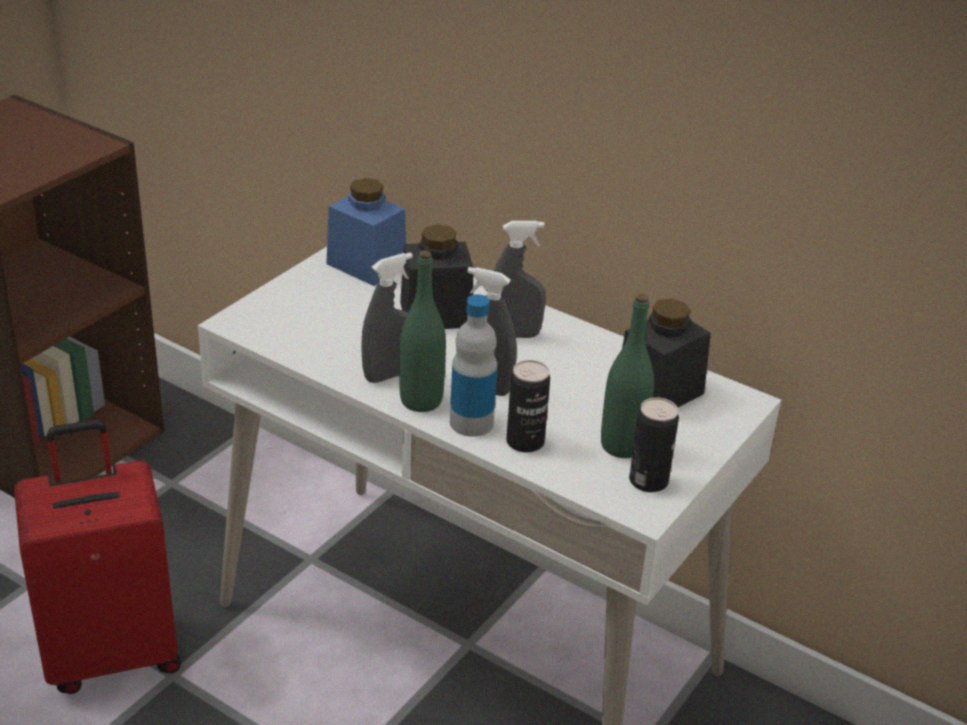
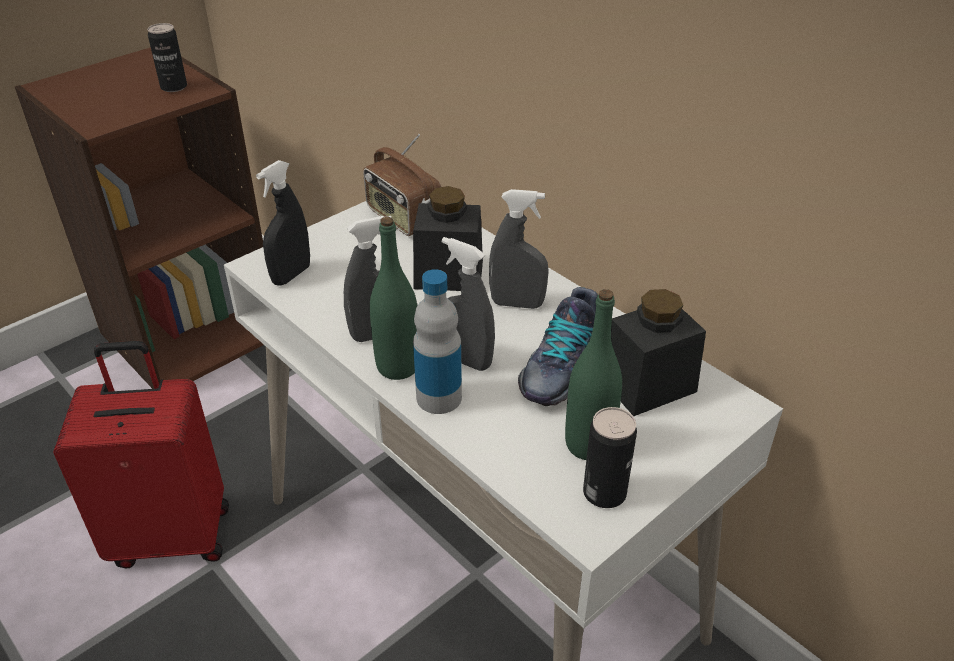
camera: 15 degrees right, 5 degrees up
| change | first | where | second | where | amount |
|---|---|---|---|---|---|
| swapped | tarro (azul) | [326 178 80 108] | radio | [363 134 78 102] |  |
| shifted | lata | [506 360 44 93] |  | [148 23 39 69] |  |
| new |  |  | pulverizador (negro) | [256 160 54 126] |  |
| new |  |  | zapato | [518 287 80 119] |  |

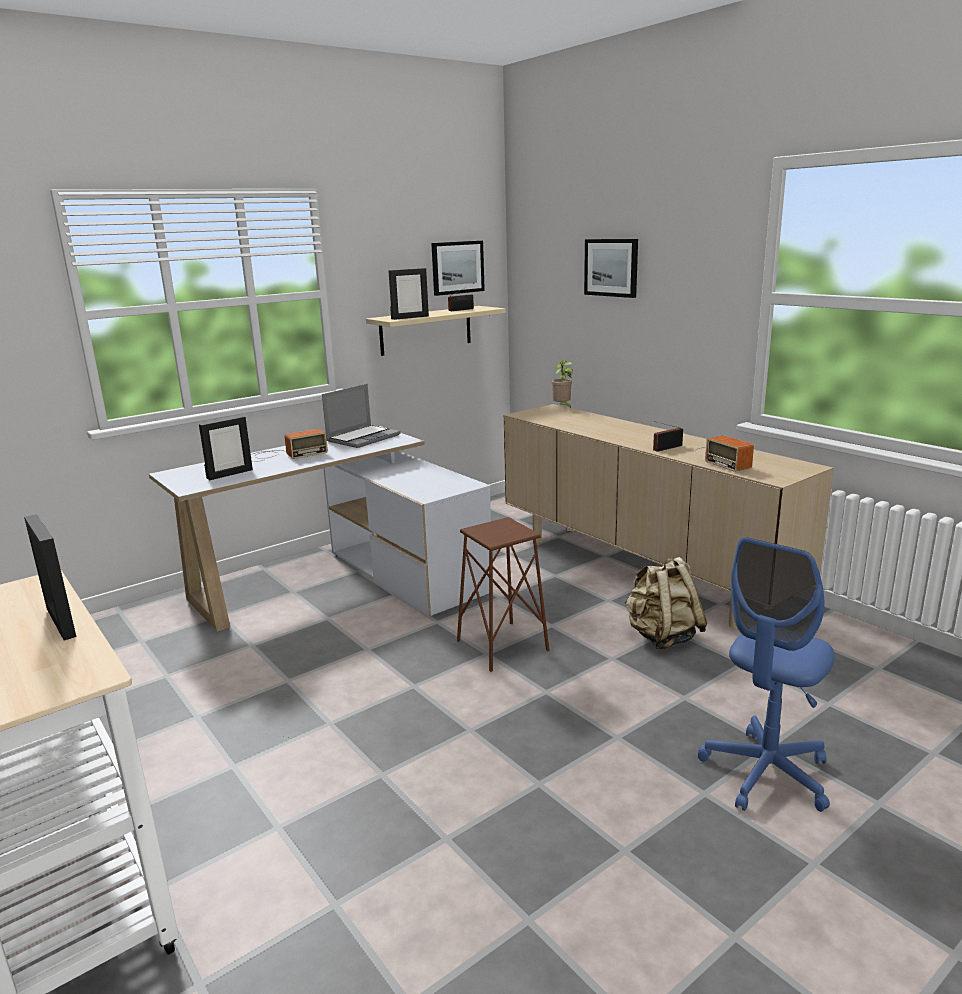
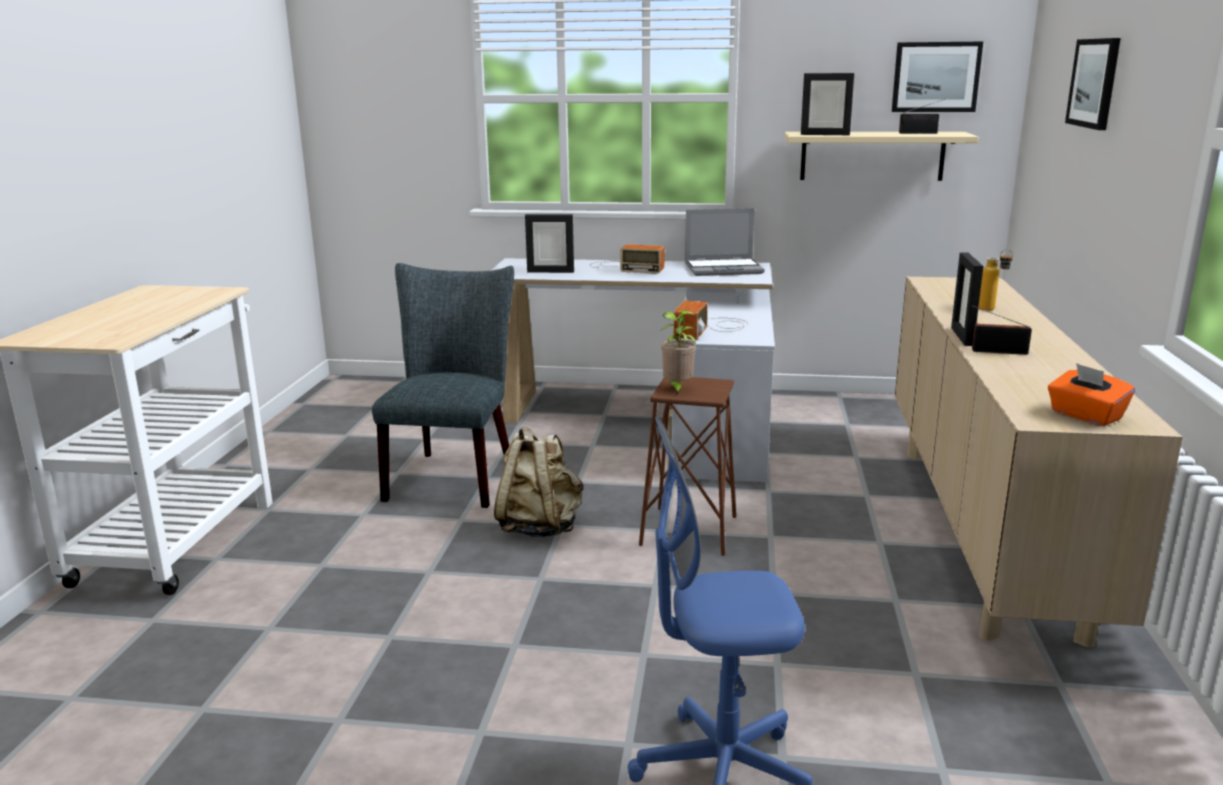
camera: 45 degrees right, 0 degrees up
| change | first | where | second | where | amount |
|---|---|---|---|---|---|
| shifted | planta en maceta | [552 360 21 48] |  | [659 310 38 86] |  |
| shifted | radio | [694 435 60 37] |  | [674 301 74 38] |  |
| shifted | portarretratos | [24 514 52 127] |  | [951 253 32 93] |  |
| shifted | mochila (beis) | [625 557 82 92] |  | [494 426 89 111] |  |
| new |  |  | botella | [979 249 34 62] |  |
| new |  |  | silla (gris) | [372 263 142 245] |  |
| new |  |  | caja de pañuelos (naranja) | [1048 363 87 63] |  |

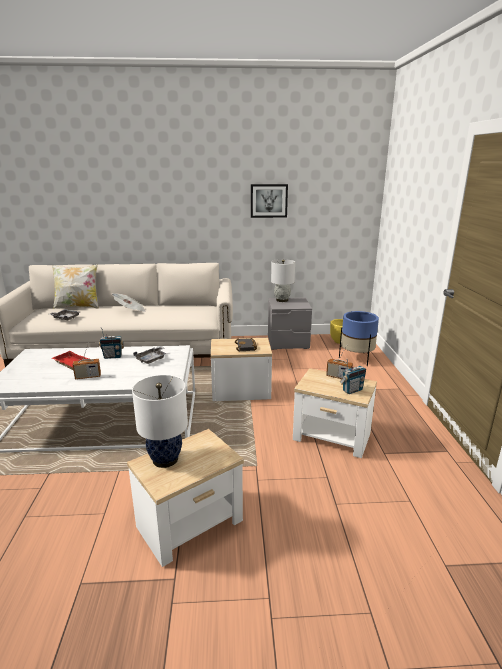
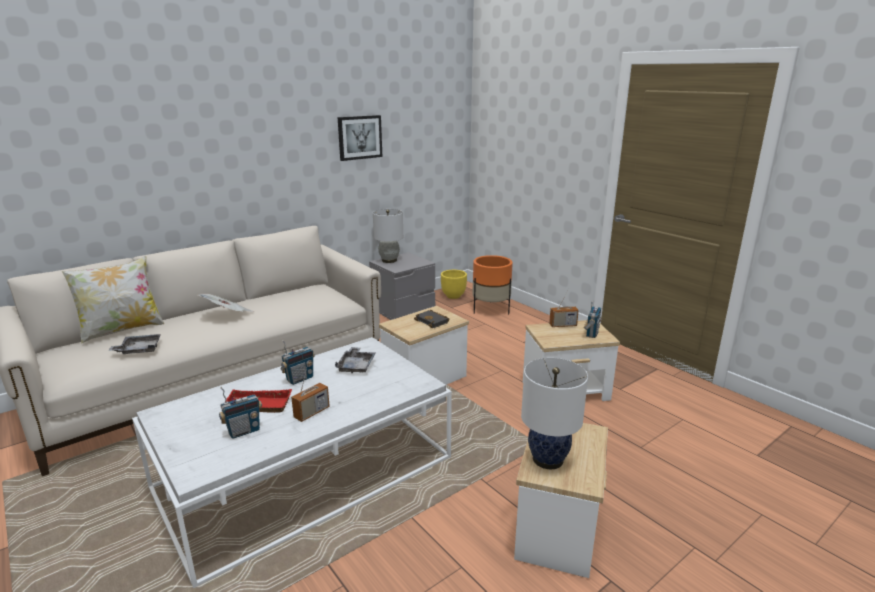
camera: 35 degrees left, 0 degrees up
| change | first | where | second | where | amount |
|---|---|---|---|---|---|
| repainted | maceta (azul) | [339 311 40 55] | maceta (naranja) | [472 255 41 59] |  |
| new |  |  | radio | [219 387 43 52] |  |

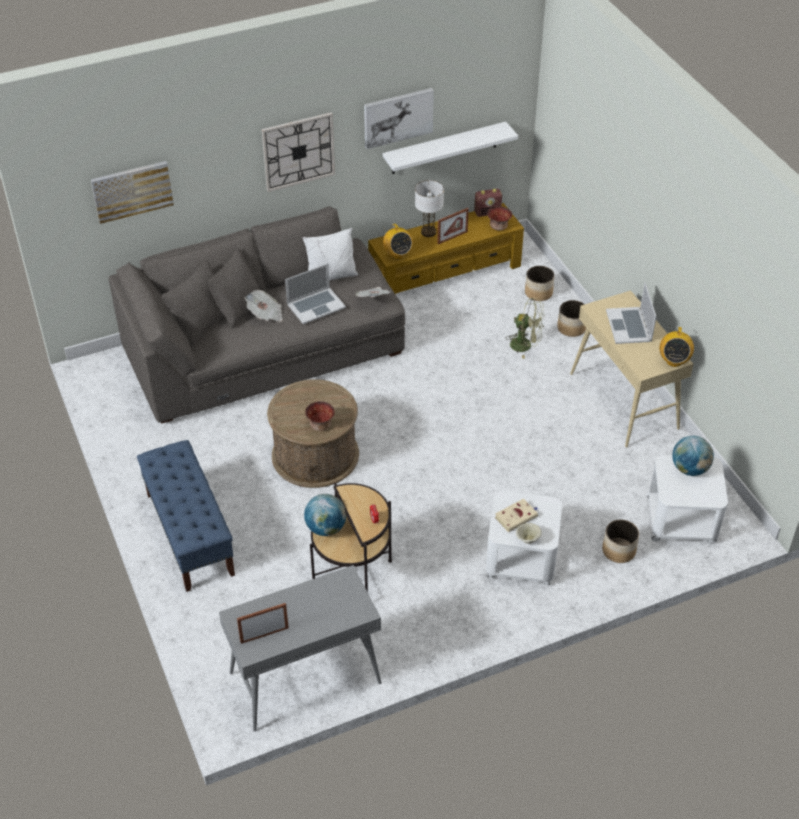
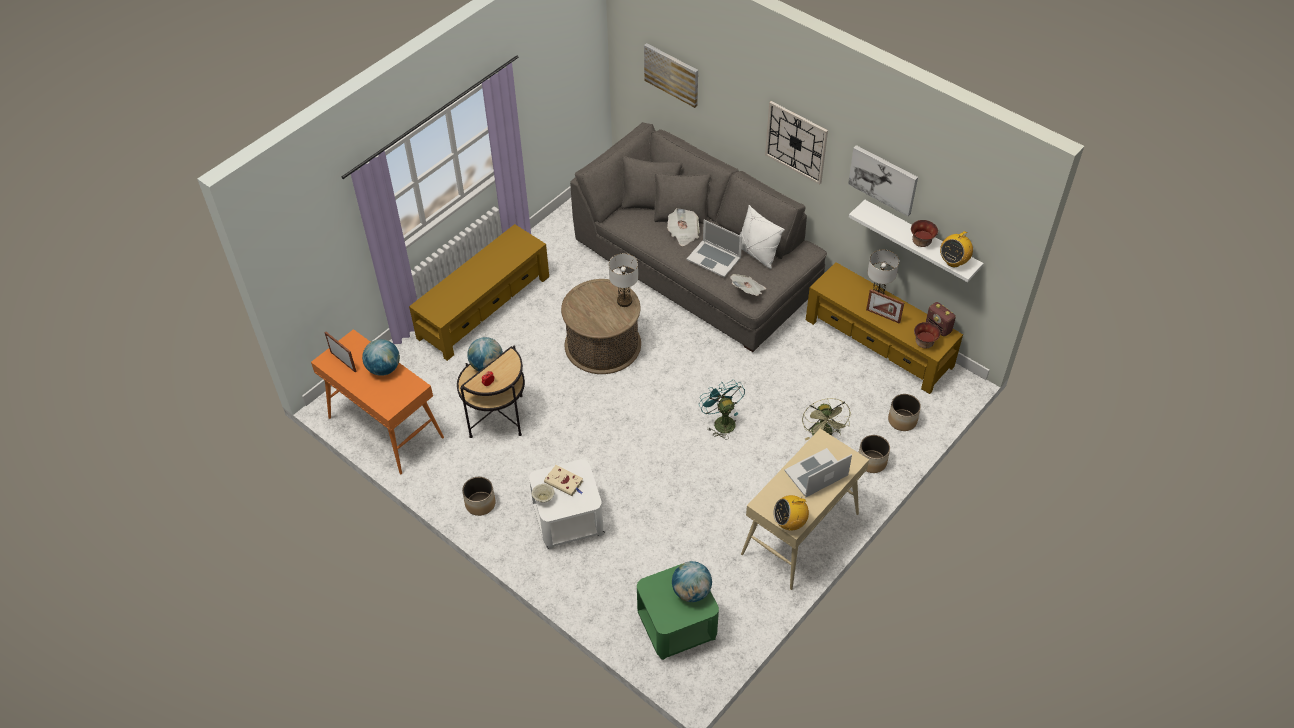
camera: 65 degrees right, 5 degrees up
| change | first | where | second | where | amount |
|---|---|---|---|---|---|
| shifted | radio | [383 224 30 35] |  | [940 227 33 40] |  |
| shifted | cuenco | [305 401 30 30] |  | [911 220 27 27] |  |
| swapped | banco (azul) | [137 440 98 152] | mueble de televisión (amarillo) | [409 224 140 137] |  |
| repainted | mesa auxiliar (blanco) | [647 455 81 89] | mesa auxiliar (verde) | [637 564 82 96] |  |
| shifted | maceta | [602 520 37 43] |  | [462 477 33 39] |  |
| repainted | mesa consola (gris) | [219 565 162 166] | mesa consola (naranja) | [311 329 133 145] |  |
| new |  |  | lámpara de mesa | [609 253 29 54] |  |
| new |  |  | globo terráqueo | [362 339 38 37] |  |
| new |  |  | ventilador (turquesa) | [699 379 46 61] |  |

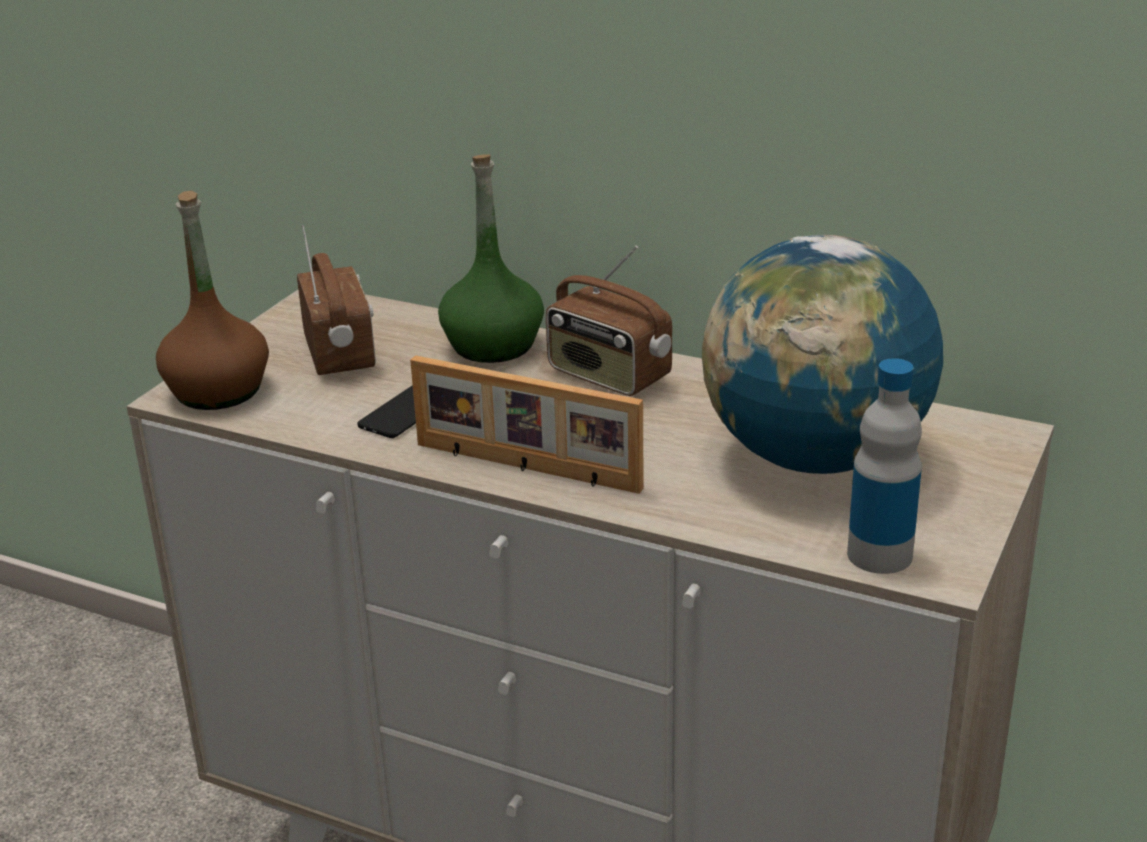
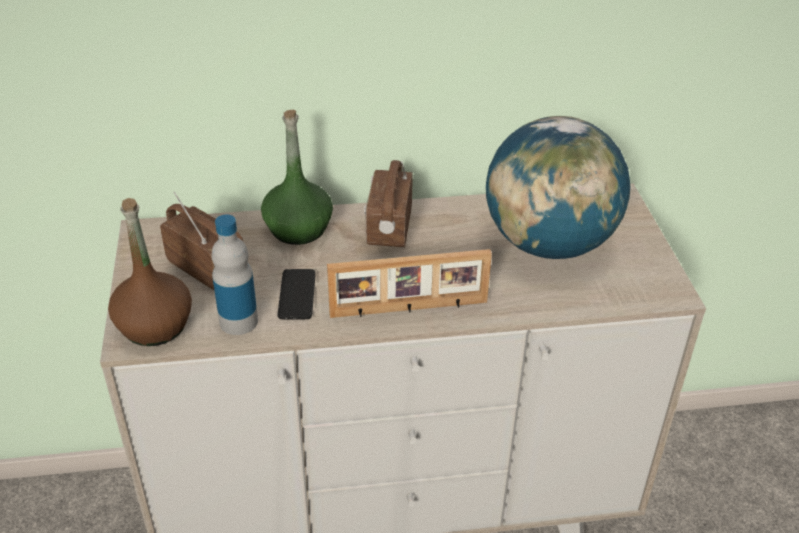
camera: 35 degrees left, 10 degrees up
| change | first | where | second | where | amount |
|---|---|---|---|---|---|
| rotated | radio | [546 246 126 150] |  | [364 160 49 87] | 90 degrees clockwise |
| shifted | botella | [847 358 75 216] |  | [211 214 47 121] |  |

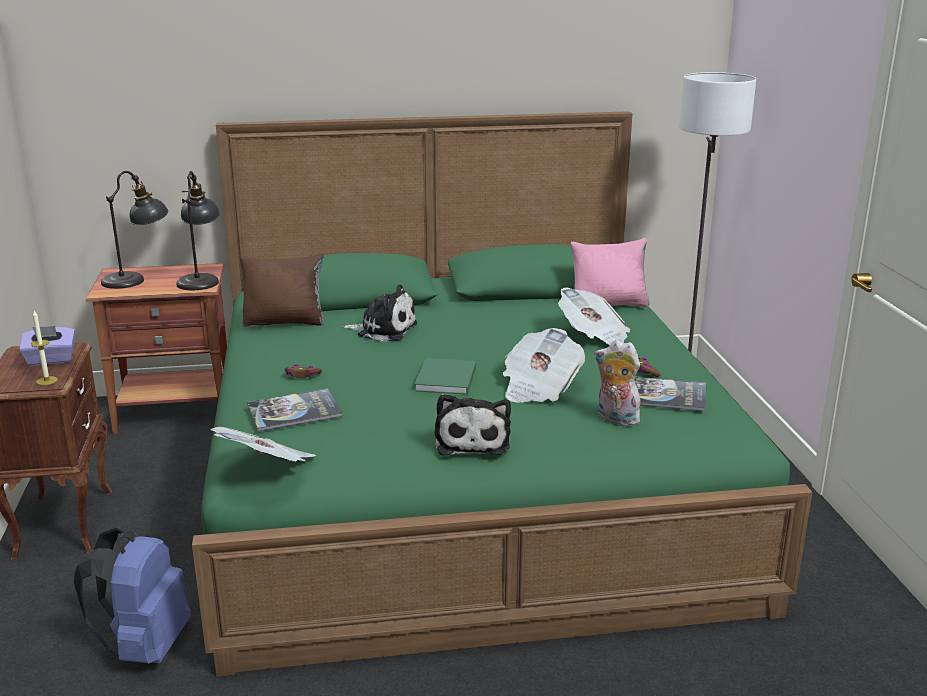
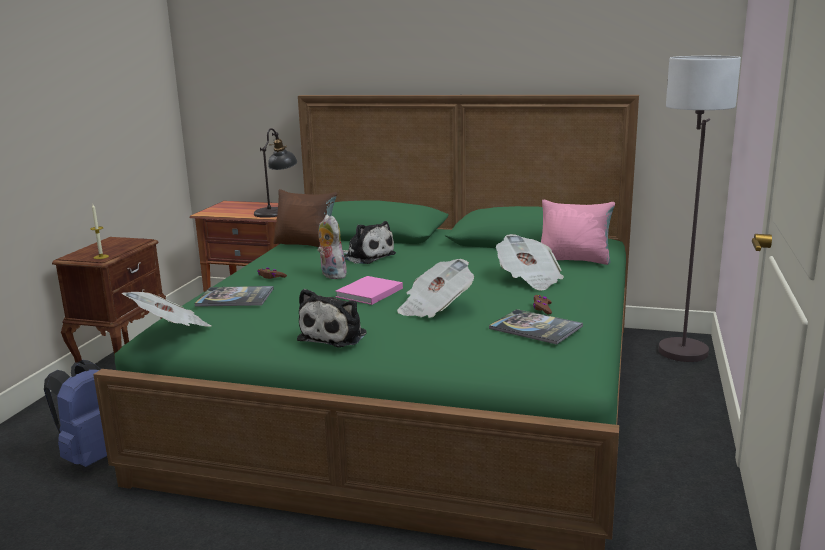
camera: 25 degrees right, 5 degrees down
| change | first | where | second | where | amount |
|---|---|---|---|---|---|
| gone | lámpara de mesa (gris) | [101 171 67 118] |  |  |  |
| gone | caja de pañuelos (morado) | [19 326 56 40] |  |  |  |
| shifted | peluche | [595 340 46 86] |  | [317 214 30 65] |  |
| repainted | libro (verde) | [414 358 62 37] | libro (rosa) | [335 276 68 29] |  |

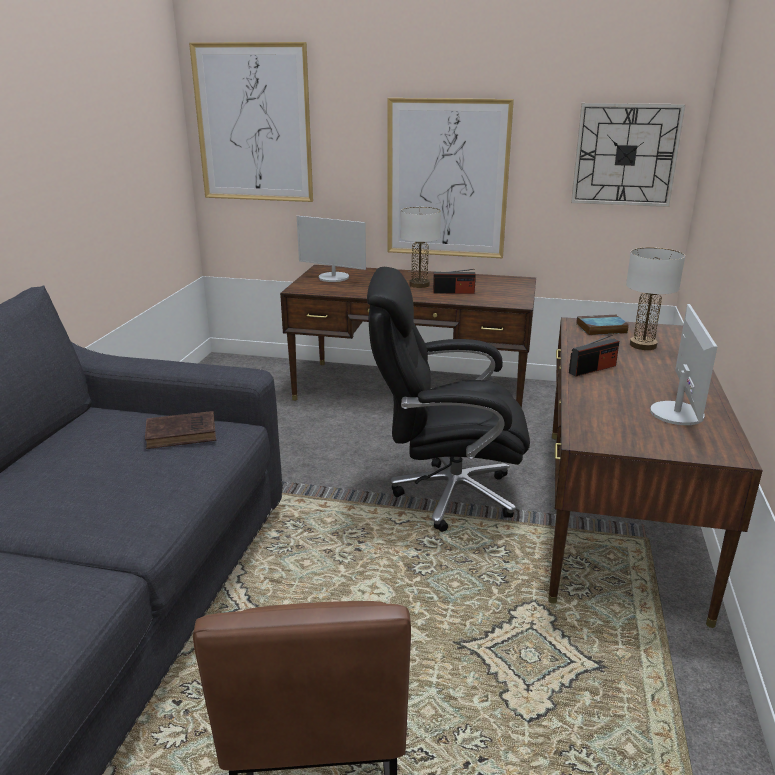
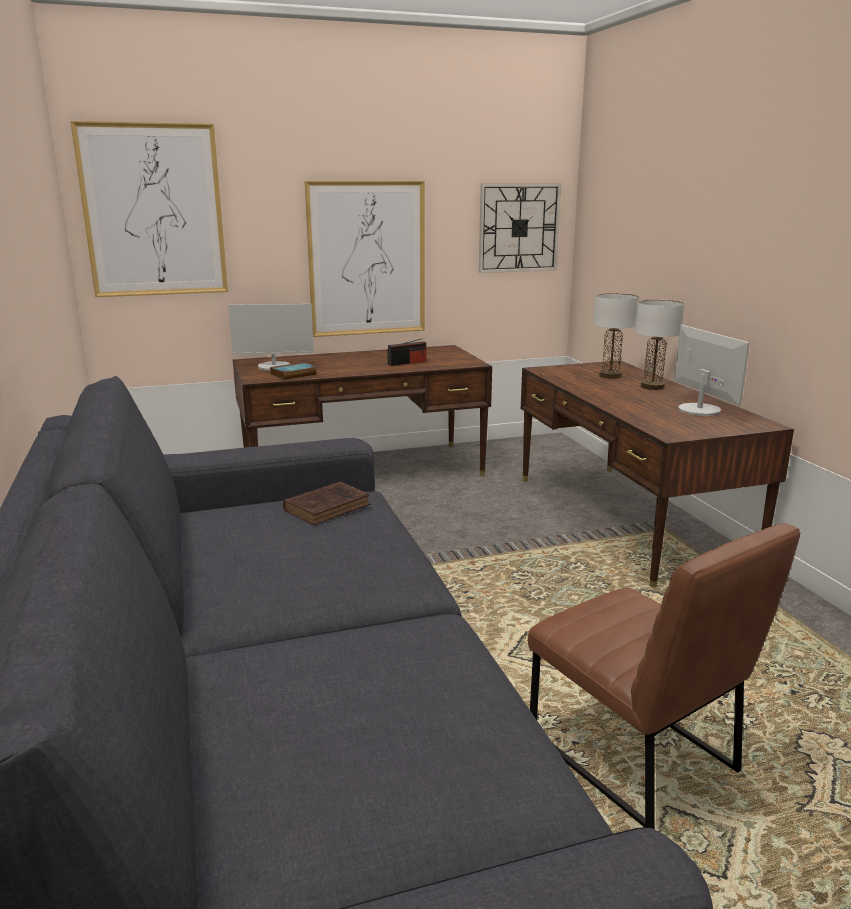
camera: 30 degrees left, 5 degrees down
| change | first | where | second | where | amount |
|---|---|---|---|---|---|
| shifted | lámpara de mesa | [401 207 40 81] |  | [635 299 50 91] |  |
| gone | silla de oficina (negro) | [367 267 163 265] |  |  |  |
| shifted | libro | [576 315 53 20] |  | [270 362 47 18] |  |
| gone | radio | [569 334 50 43] |  |  |  |

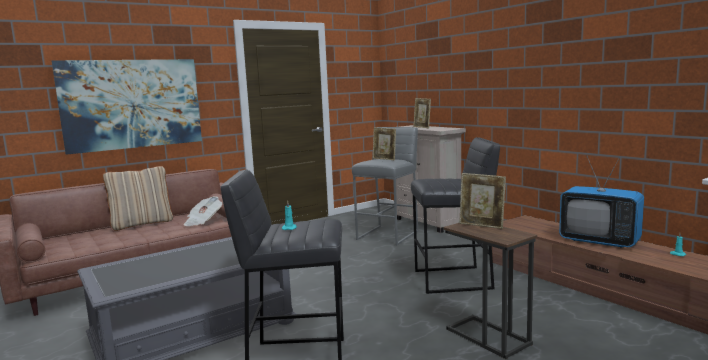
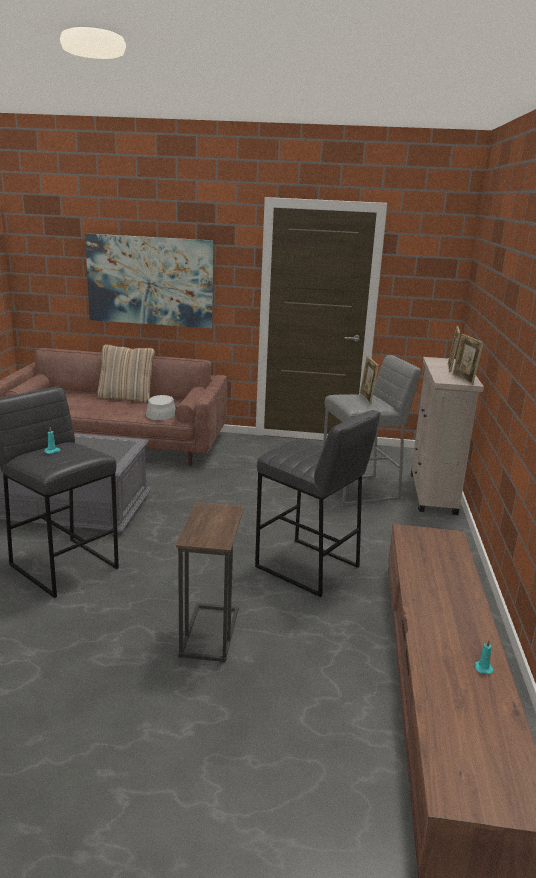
camera: 40 degrees right, 10 degrees up
| change | first | where | second | where | amount |
|---|---|---|---|---|---|
| gone | televisor | [559 156 85 92] |  |  |  |
| shifted | portarretratos | [459 173 47 56] |  | [452 334 32 51] |  |
| swapped | periódico | [184 196 38 30] | sombrero (gris) | [146 395 31 25] |  |

